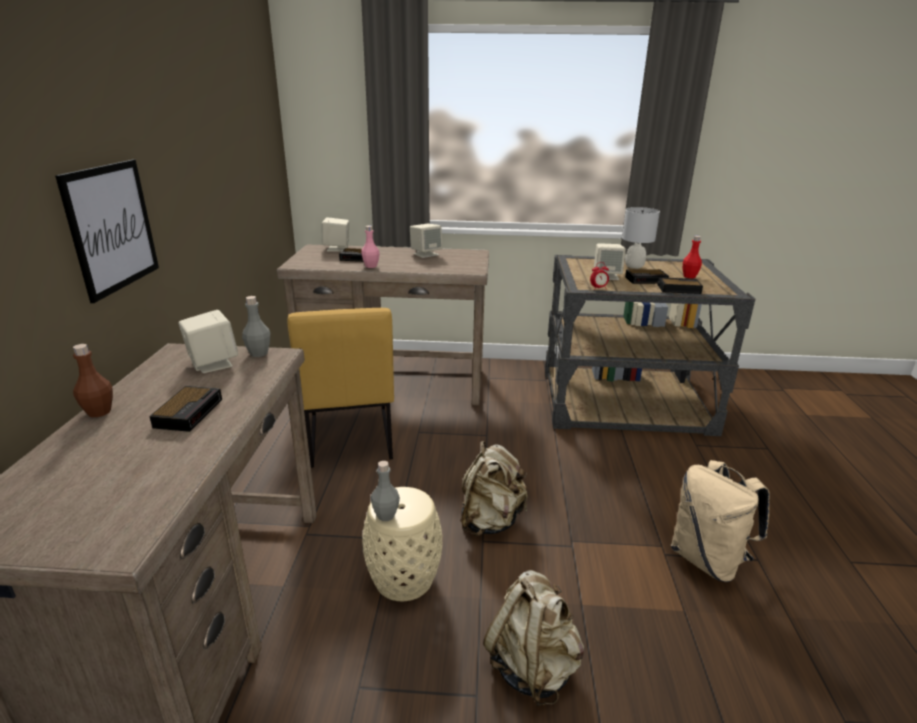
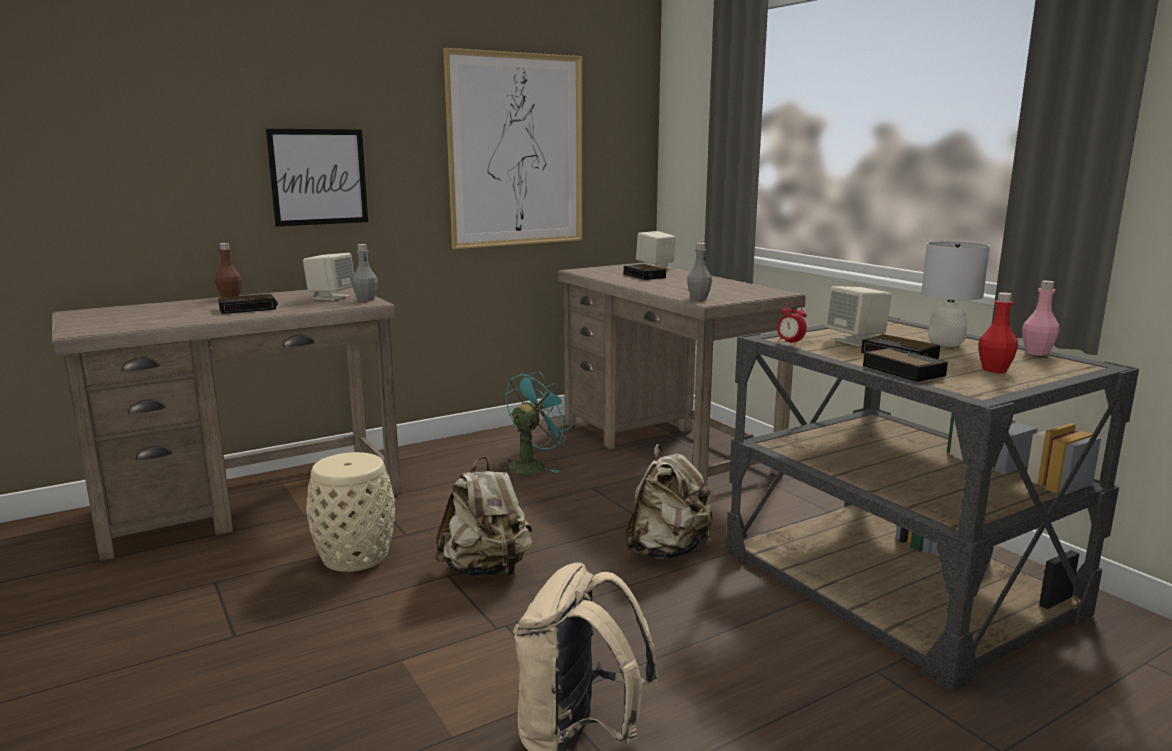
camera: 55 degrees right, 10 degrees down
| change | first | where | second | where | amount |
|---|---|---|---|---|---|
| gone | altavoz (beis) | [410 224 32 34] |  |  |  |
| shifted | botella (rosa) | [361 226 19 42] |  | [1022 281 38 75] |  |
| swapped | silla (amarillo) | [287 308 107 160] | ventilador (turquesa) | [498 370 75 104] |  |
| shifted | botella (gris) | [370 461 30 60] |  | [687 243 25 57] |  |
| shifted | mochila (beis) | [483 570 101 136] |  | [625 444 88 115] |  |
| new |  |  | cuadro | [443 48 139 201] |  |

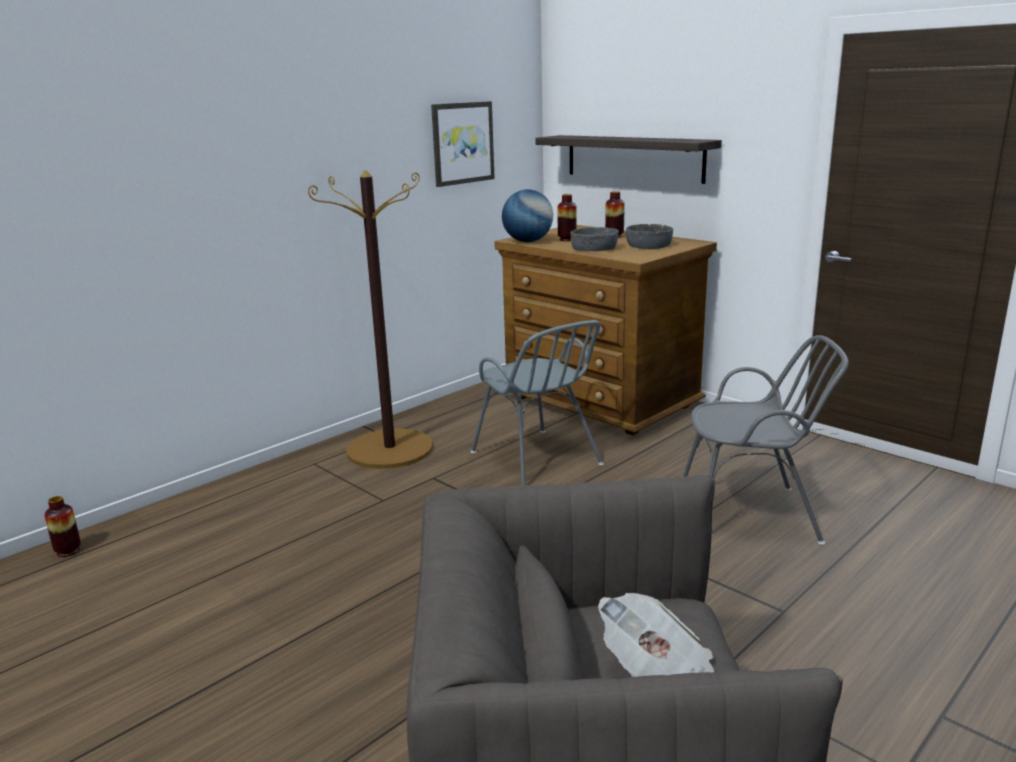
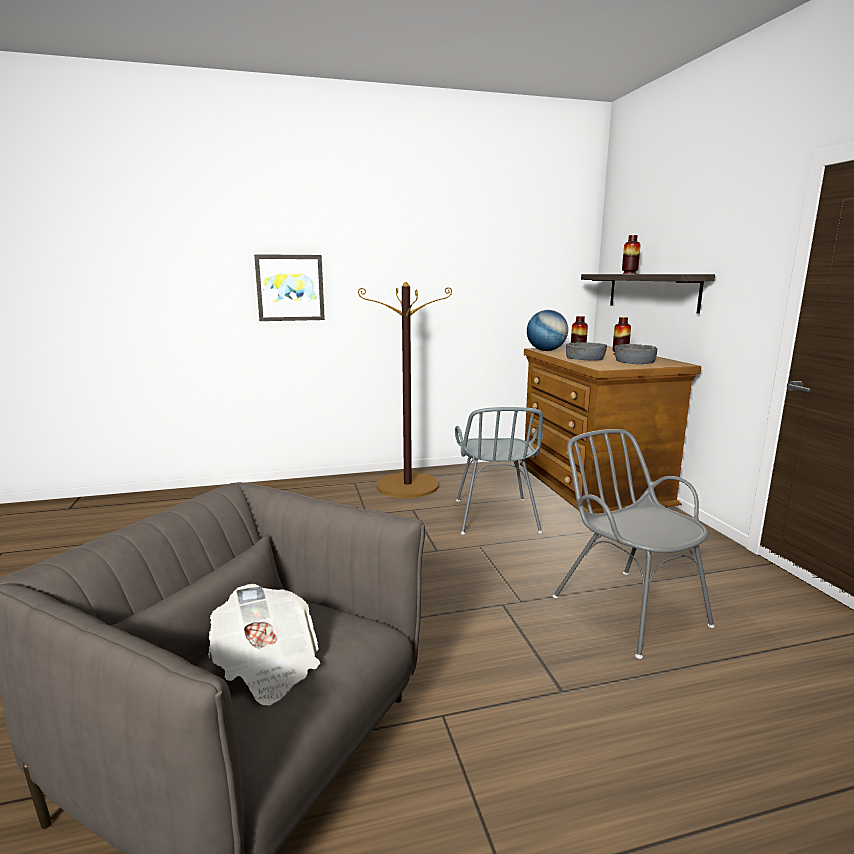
camera: 30 degrees right, 5 degrees down
| change | first | where | second | where | amount |
|---|---|---|---|---|---|
| shifted | cuadro | [431 101 64 86] |  | [254 254 71 67] |  |
| rotated | silla (gris) | [683 335 166 210] |  | [552 429 163 230] | 150 degrees counterclockwise |
| shifted | florero | [44 496 37 61] |  | [622 235 19 39] |  |

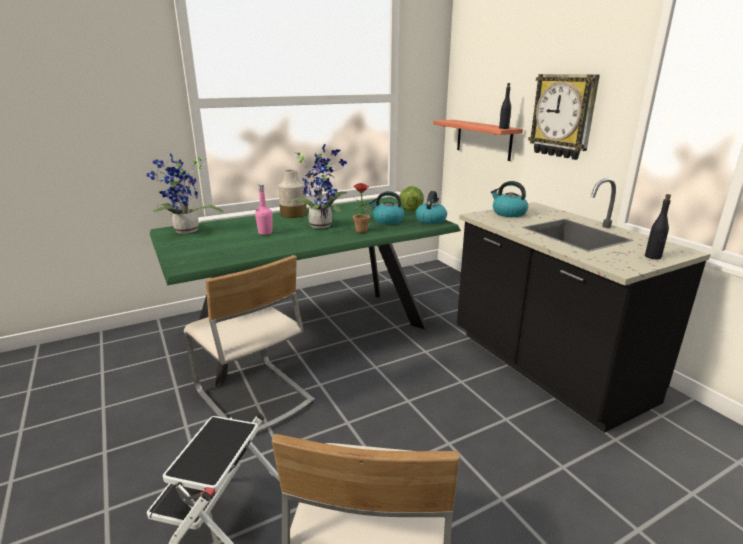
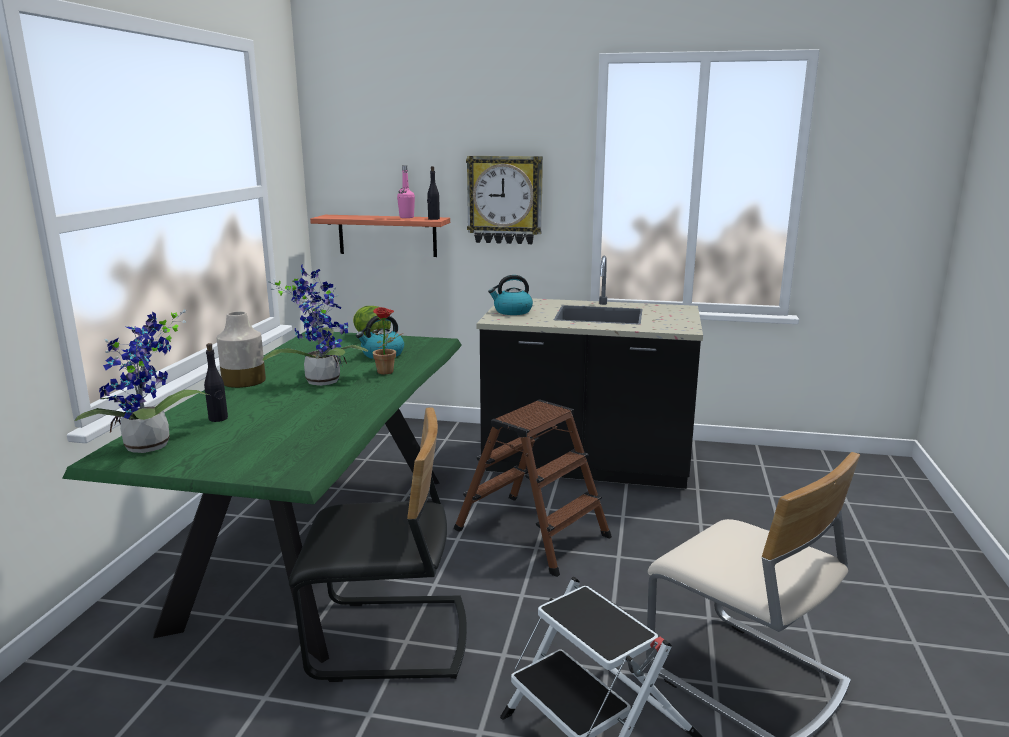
camera: 50 degrees left, 5 degrees down
| change | first | where | second | where | amount |
|---|---|---|---|---|---|
| shifted | botella (rosa) | [255 184 18 51] |  | [397 165 18 53] |  |
| gone | hervidor | [416 191 31 33] |  |  |  |
| shifted | botella (negro) | [645 194 26 65] |  | [204 343 24 79] |  |
| repainted | silla (beis) | [184 255 130 178] | silla (negro) | [289 408 178 274] |  |
| new |  |  | escalera de tijera (marrón) | [453 399 159 178] |  |

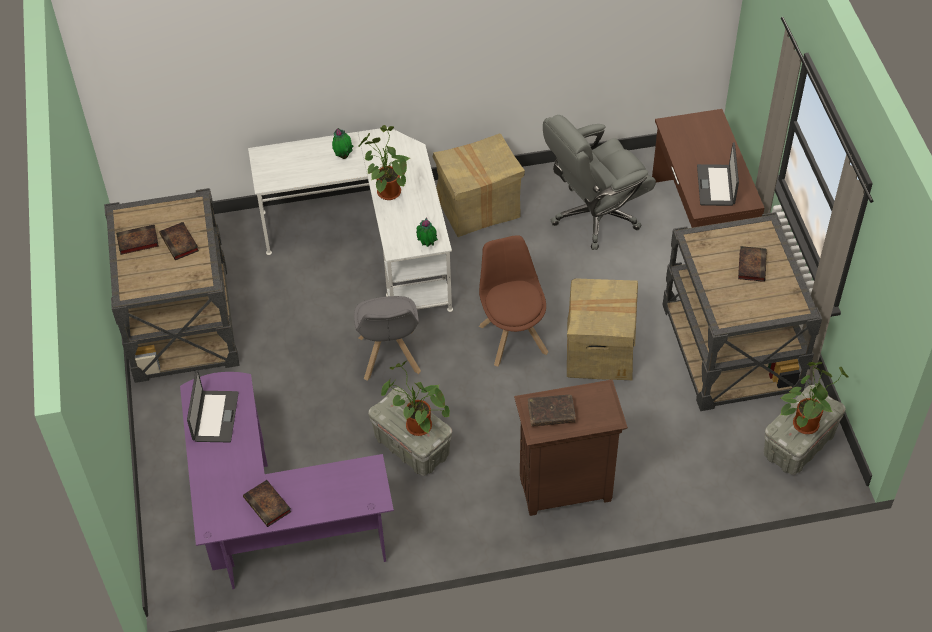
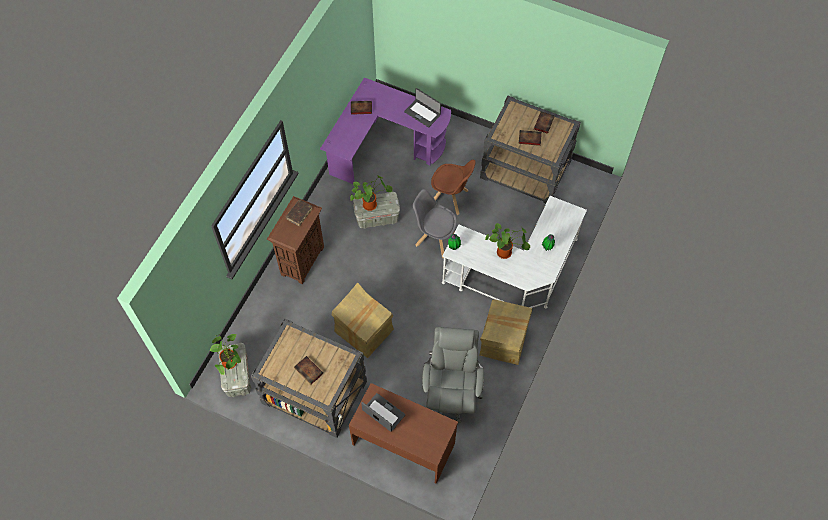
camera: 125 degrees right, 10 degrees up
| change | first | where | second | where | amount |
|---|---|---|---|---|---|
| shifted | silla (marrón) | [479 235 69 132] |  | [431 160 45 55] |  |

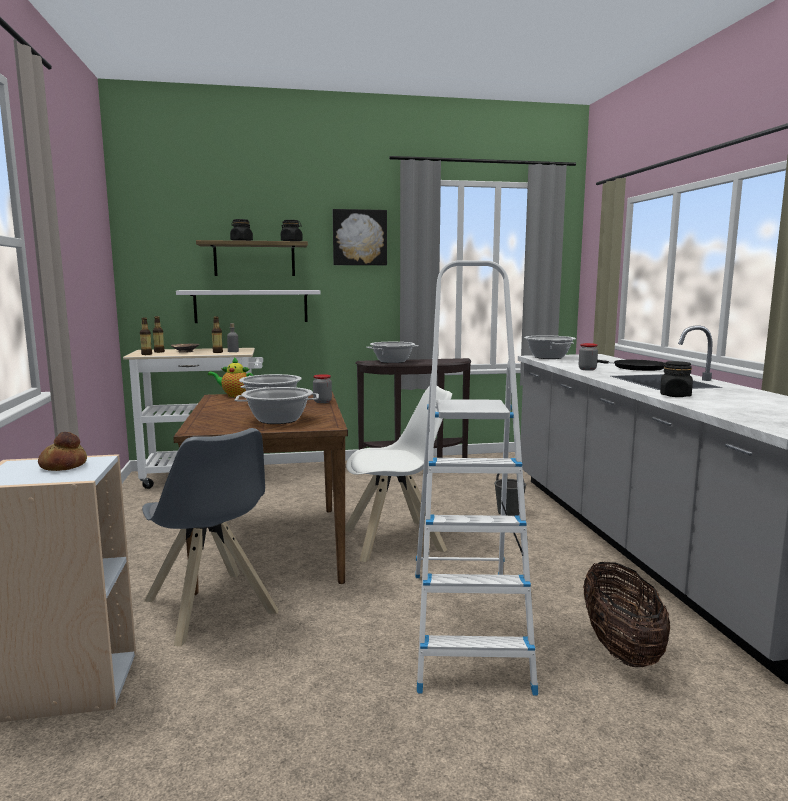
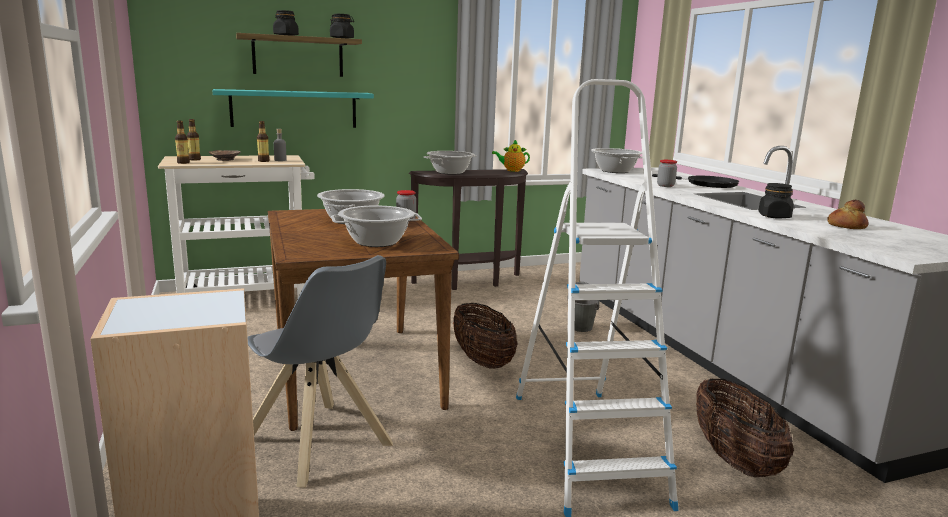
camera: 10 degrees left, 5 degrees up
| change | first | where | second | where | amount |
|---|---|---|---|---|---|
| gone | cuadro | [333 209 54 56] |  |  |  |
| repainted | estante (blanco) | [176 290 144 33] | estante (turquesa) | [213 89 161 39] |  |
| shifted | tetera | [208 357 46 40] |  | [492 140 38 32] |  |
| swapped | silla (blanco) | [345 386 107 176] | cesta | [453 303 65 66] |  |
| shifted | pan | [38 432 49 39] |  | [827 200 41 29] |  |

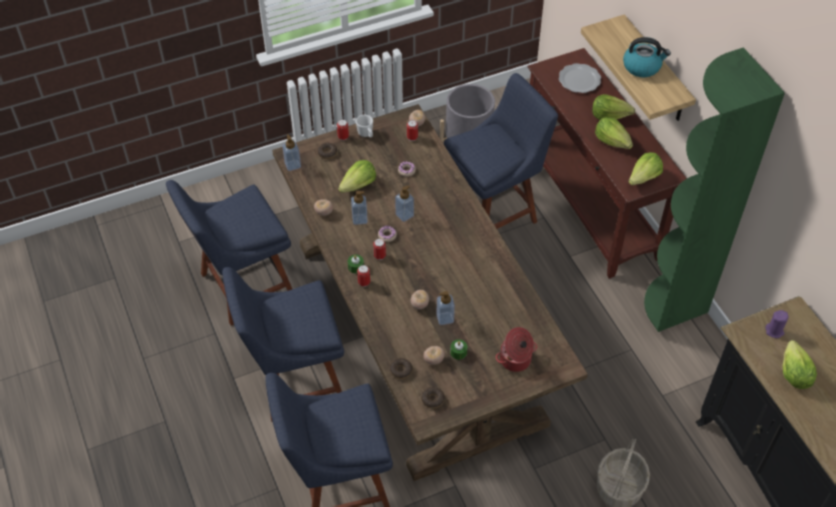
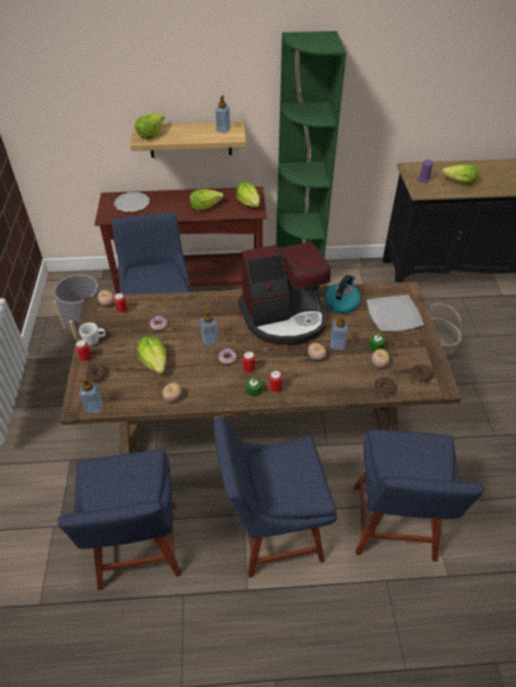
camera: 70 degrees left, 5 degrees down
| change | first | where | second | where | amount |
|---|---|---|---|---|---|
| shifted | hervidor | [623 37 48 40] |  | [325 275 36 39] |  |
| shifted | lechuga | [592 94 43 26] |  | [135 113 30 26] |  |
| shifted | dispensador de jabón | [351 191 17 34] |  | [215 95 15 38] |  |
| rotated | silla (azul) | [222 267 122 154] |  | [214 417 123 161] | 75 degrees clockwise |
| swapped | olla | [496 327 41 45] | plato | [367 295 57 37] |  |
| new |  |  | cafetera | [238 242 93 103] |  |

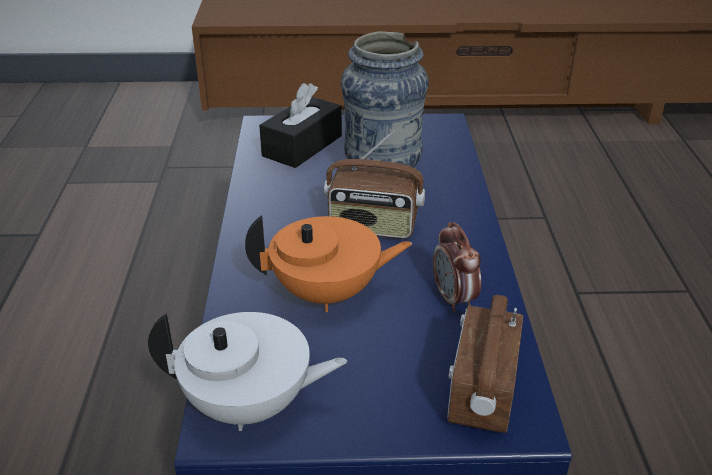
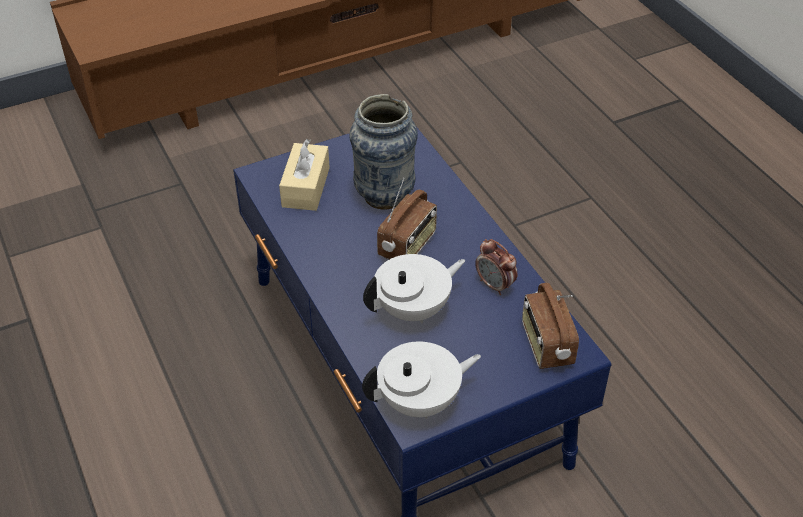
camera: 25 degrees left, 10 degrees up
| change | first | where | second | where | amount |
|---|---|---|---|---|---|
| repainted | caja de pañuelos (negro) | [259 83 83 85] | caja de pañuelos (beis) | [279 139 51 72] |  |
| rotated | radio | [324 130 101 109] |  | [377 178 60 81] | 45 degrees counterclockwise |
| repainted | tetera (naranja) | [245 215 167 97] | tetera (blanco) | [363 254 102 69] |  |

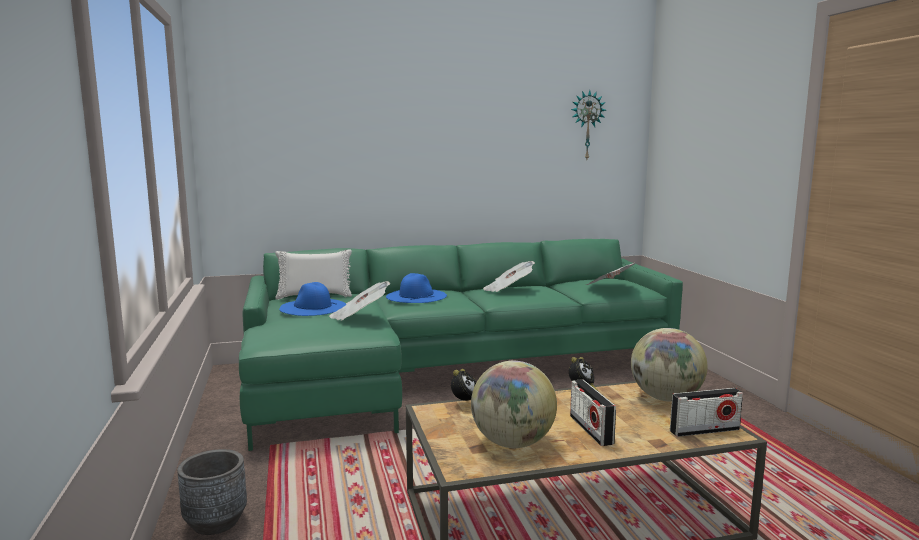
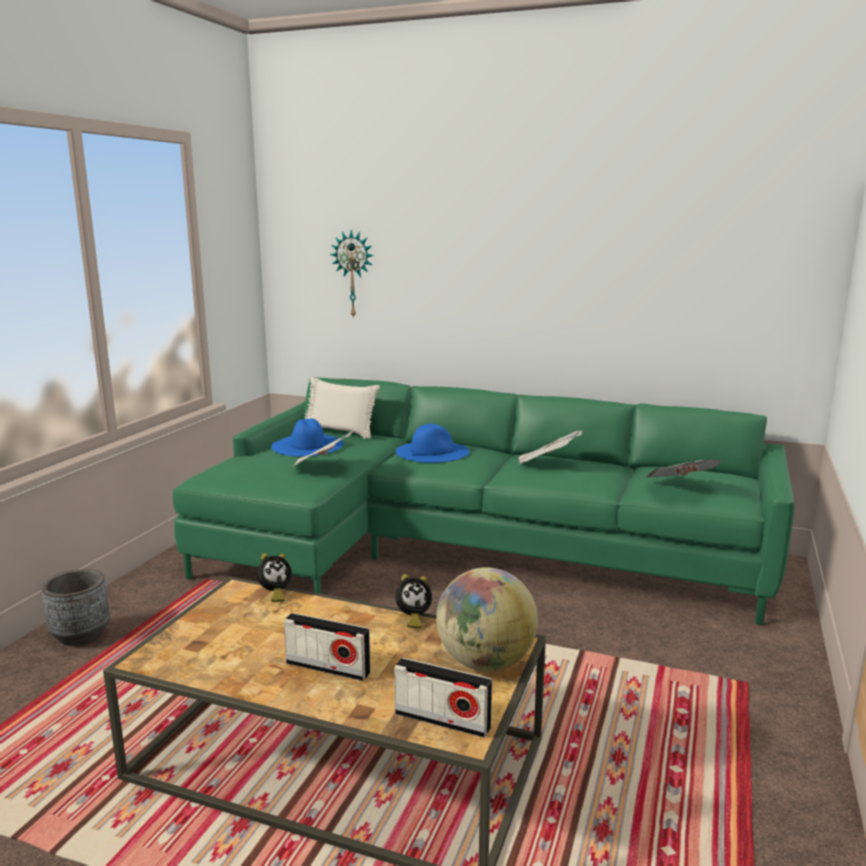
camera: 35 degrees right, 5 degrees up
| change | first | where | second | where | amount |
|---|---|---|---|---|---|
| shifted | reloj de pared | [571 90 35 69] |  | [330 230 44 89] |  |
| gone | globo terráqueo | [471 361 86 87] |  |  |  |
| rotated | radio | [570 379 46 67] |  | [284 613 87 68] | 90 degrees counterclockwise |

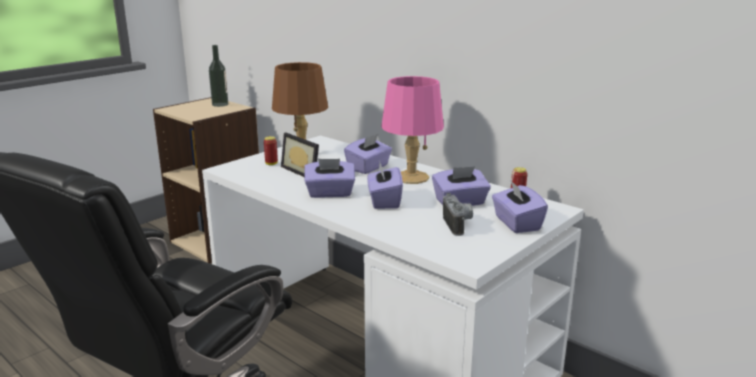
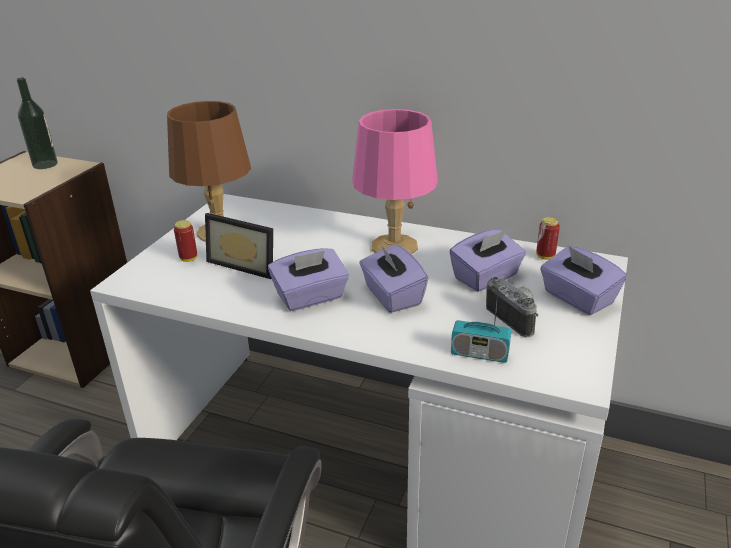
camera: 20 degrees left, 10 degrees up
| change | first | where | second | where | amount |
|---|---|---|---|---|---|
| gone | caja de pañuelos (morado) | [344 134 48 40] |  |  |  |
| new |  |  | radio | [451 283 61 80] |  |

